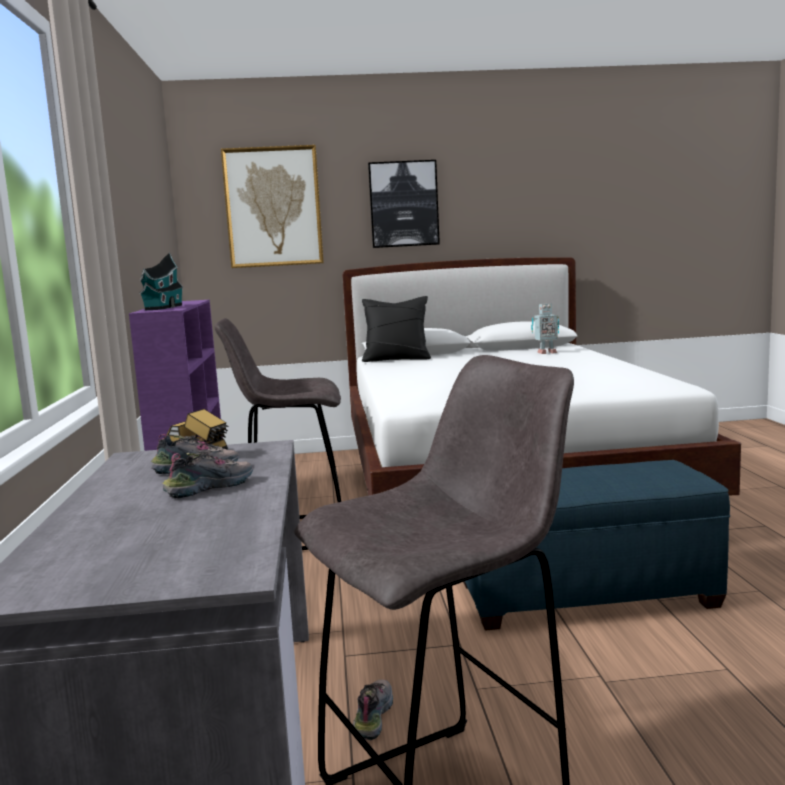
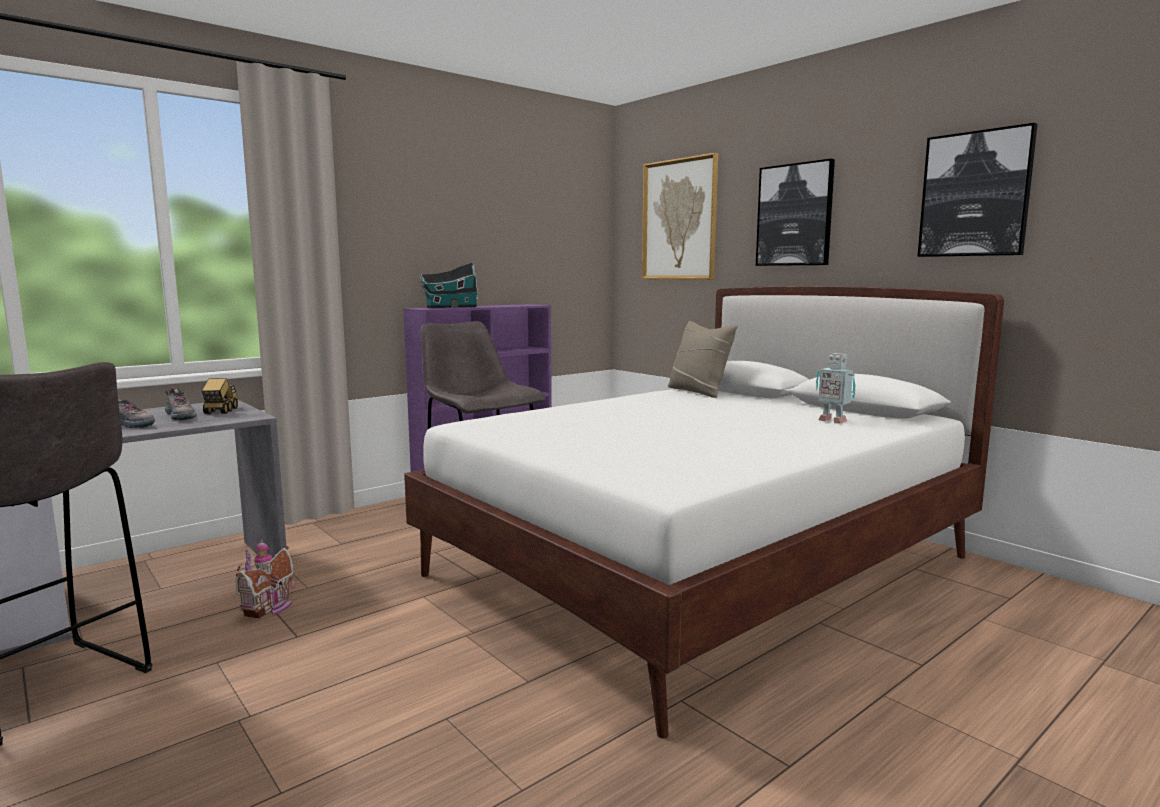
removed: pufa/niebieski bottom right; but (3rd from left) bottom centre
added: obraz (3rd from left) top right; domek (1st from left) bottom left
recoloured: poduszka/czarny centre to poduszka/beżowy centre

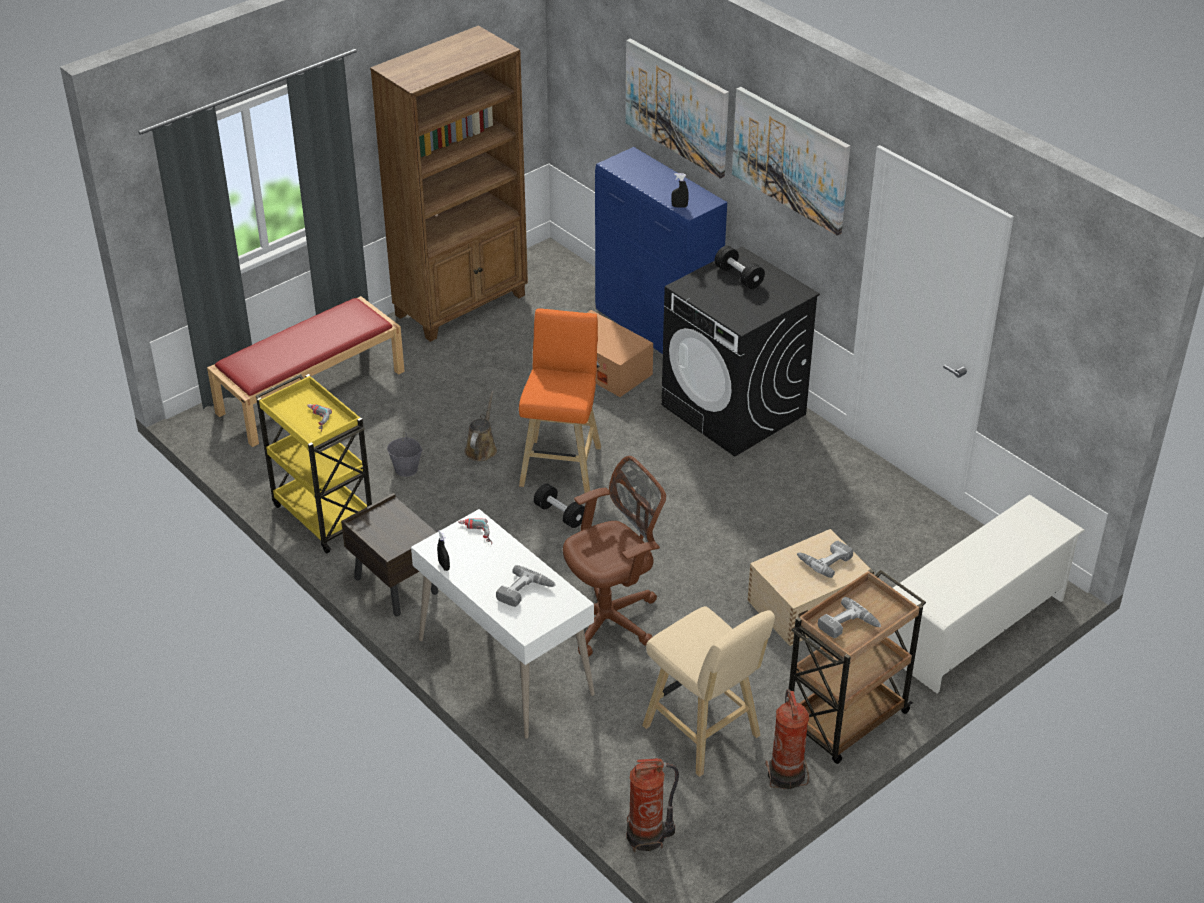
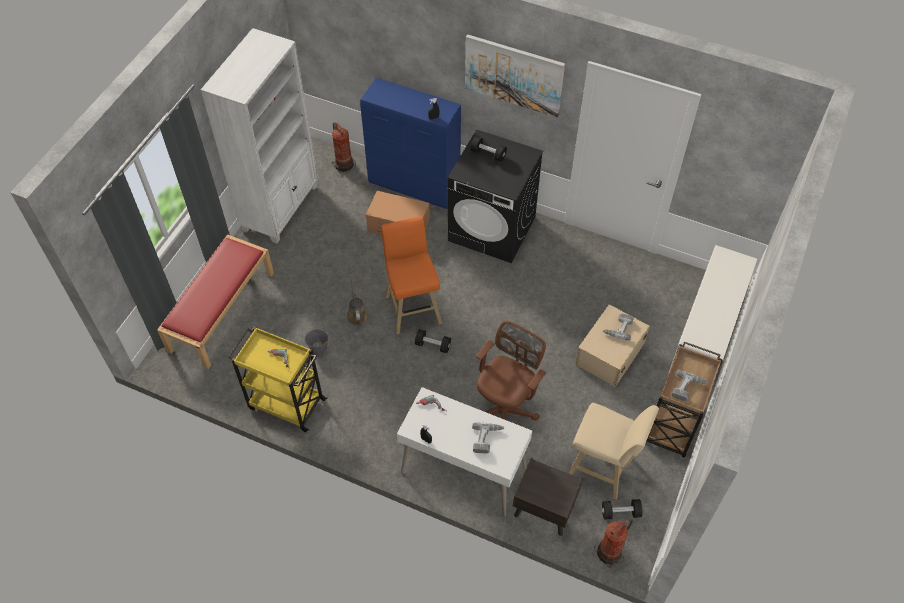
removed: obraz (1st from left) top centre
added: hantel/czarny (3rd from left) bottom right
moved: szafka nocna/brązowy middle left to bottom centre; gaśnica (2nd from left in the first image) bottom centre to gaśnica (1st from left) top centre
recoloured: regał/brązowy top centre to regał/biały top left

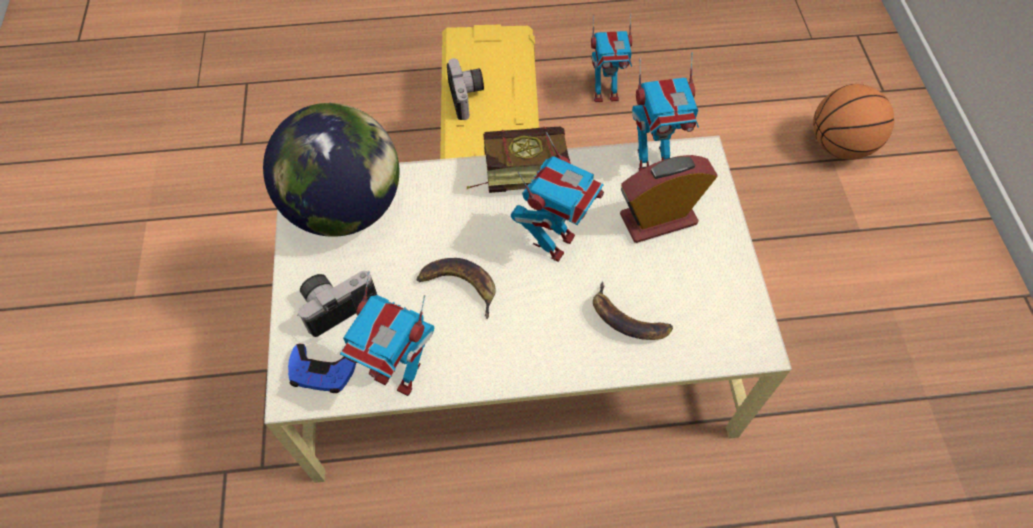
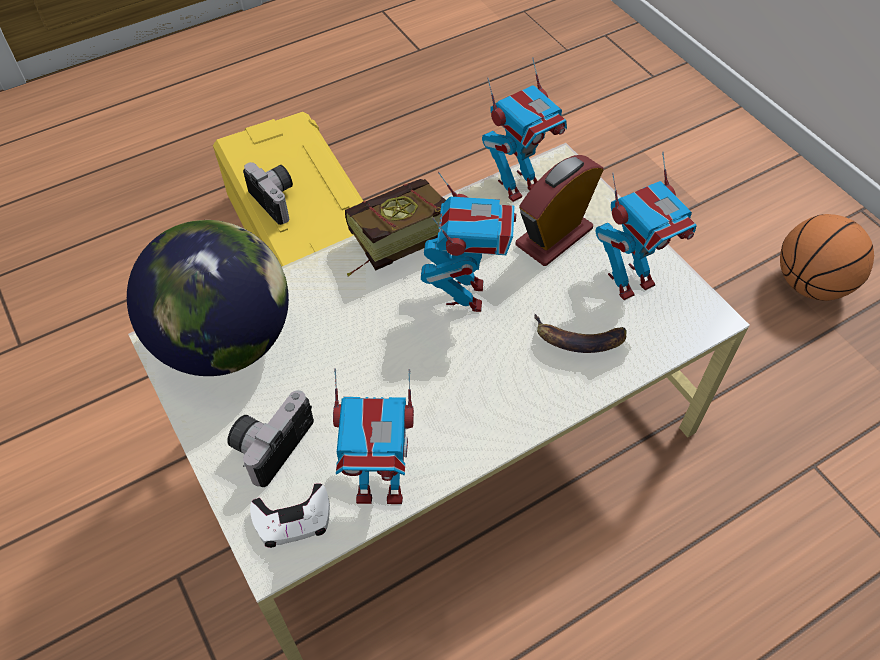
removed: banan (1st from left) centre
moved: robot zabawkowy (3rd from left in the first image) top centre to robot zabawkowy (4th from left) middle right; piłka do koszykówki top right to middle right
recoloured: pad do gier/niebieski bottom left to pad do gier/biały bottom left

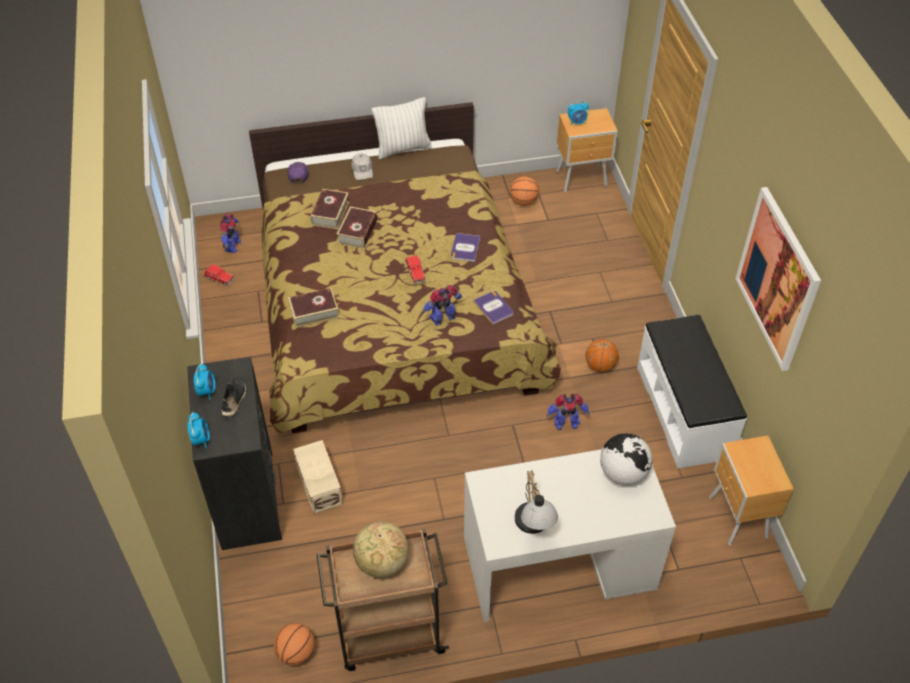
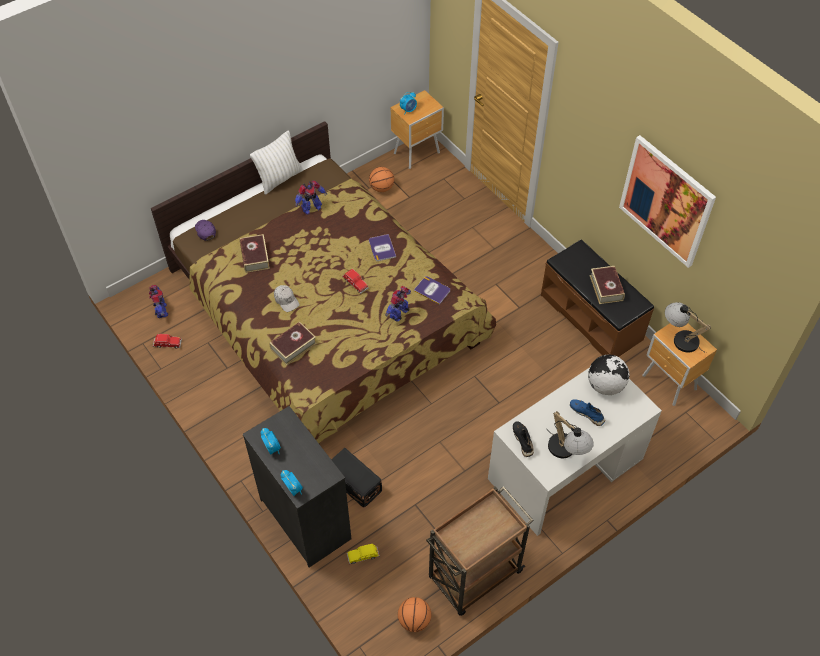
removed: piłka do koszykówki (3rd from left) centre; globus (1st from left) bottom centre
added: lampa stołowa (2nd from left) middle right; but/niebieski middle right; samochodzik/żółty bottom centre
moved: czapka z daszkiem/biały top centre to centre; książka (3rd from left in the first image) top centre to książka (5th from left) middle right; but/czarny middle left to bottom centre; robot zabawkowy (3rd from left in the first image) centre to robot zabawkowy (2nd from left) top centre
recoloured: ławka/biały middle right to ławka/brązowy middle right; pojemnik do przechowywania/beżowy bottom centre to pojemnik do przechowywania/czarny bottom centre

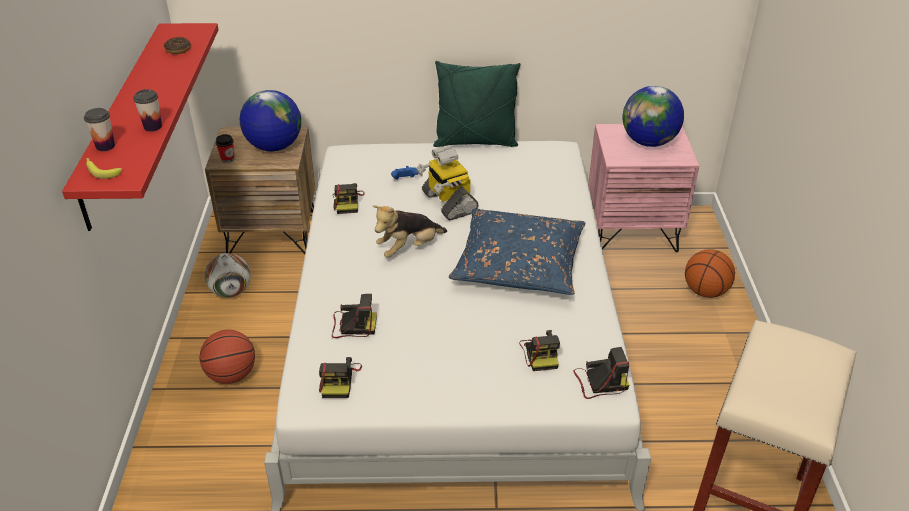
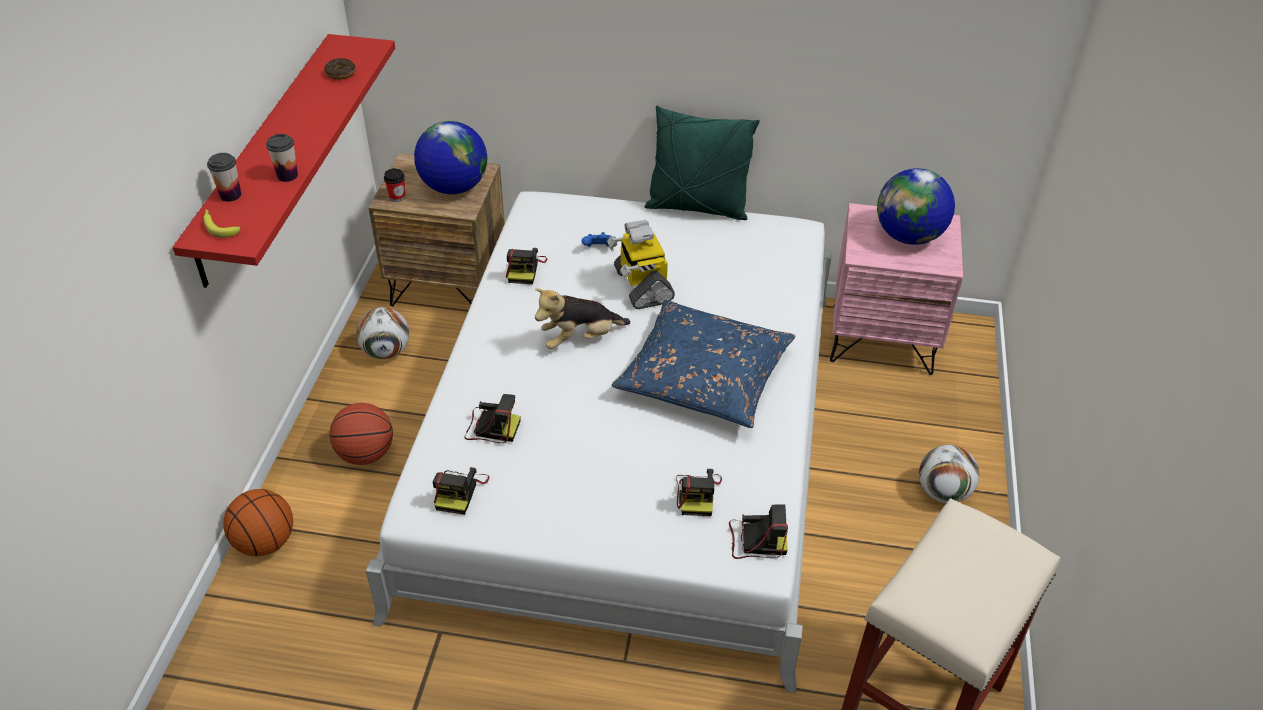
added: piłka futbolowa (2nd from left) bottom right
moved: piłka do koszykówki (2nd from left in the first image) middle right to piłka do koszykówki (1st from left) bottom left

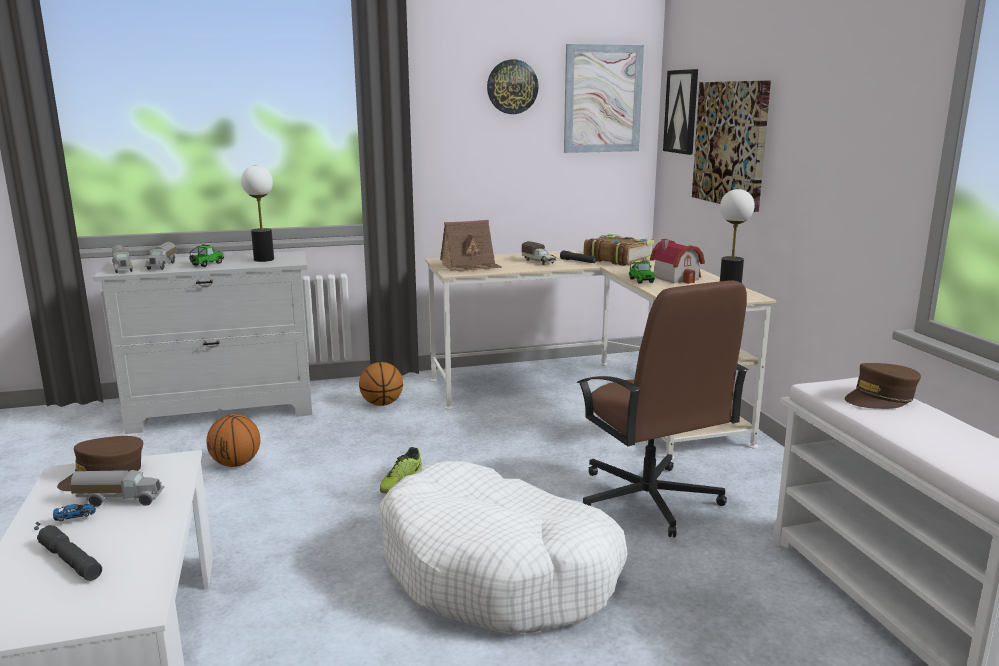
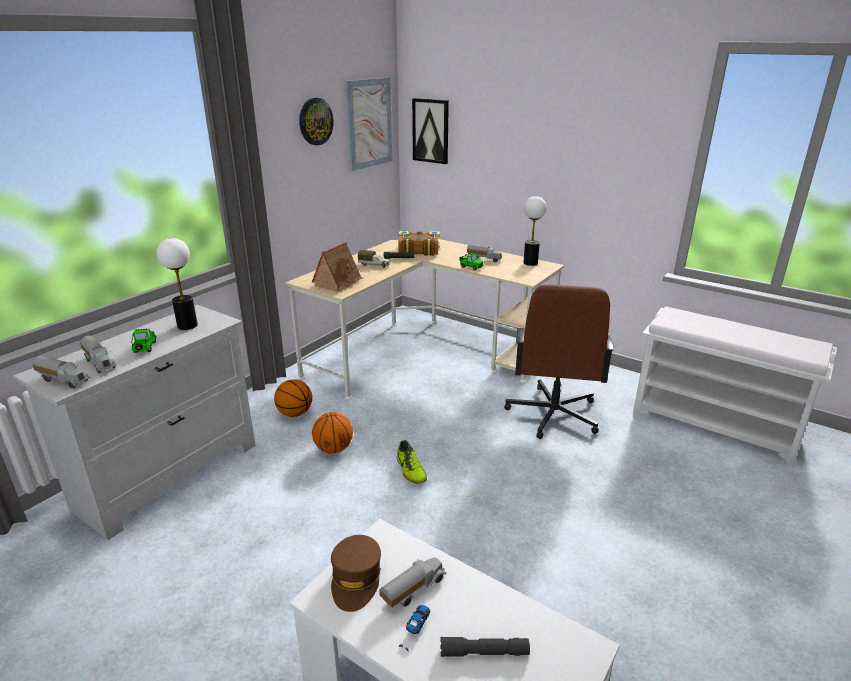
removed: obraz (3rd from left) top right; czapka z daszkiem/brązowy (2nd from left) middle right; legowisko/biały bottom centre
moved: piłka do koszykówki (1st from left in the first image) middle left to piłka do koszykówki (2nd from left) centre
replaced: domek (2nd from left) middle right to ciężarówka zabawkowa (5th from left) centre
turned: krzesło biurowe/brązowy centre = centre 75 degrees clockwise

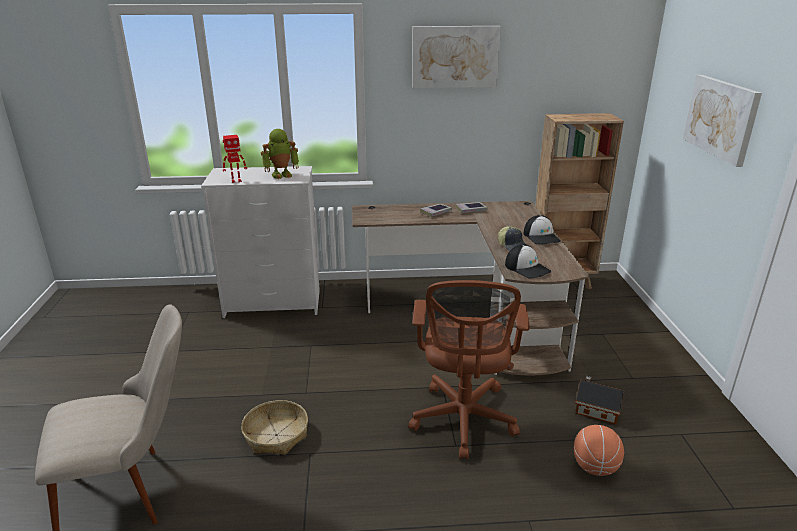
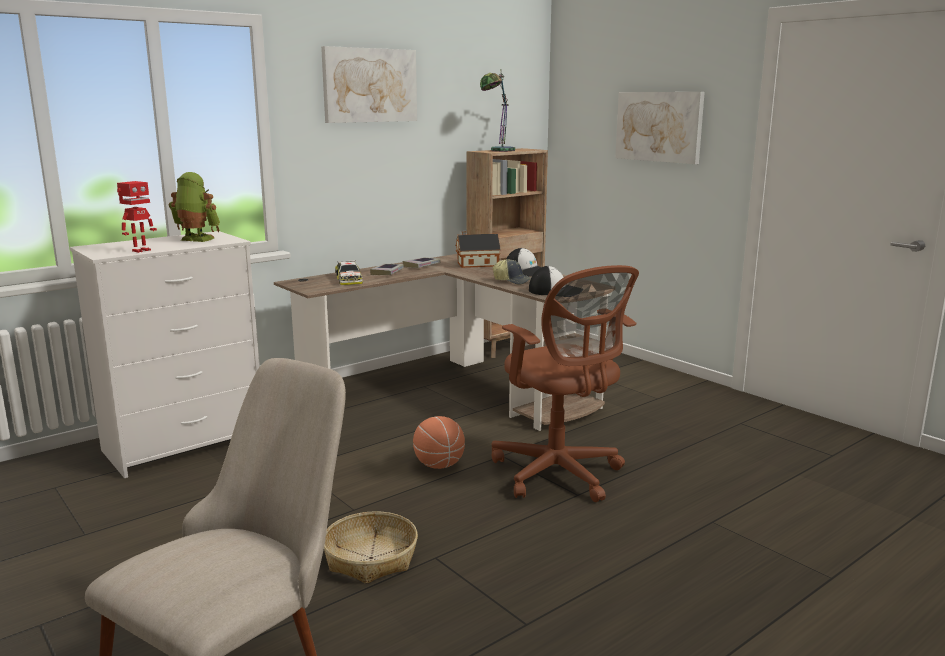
added: lampa stołowa top centre; samochodzik centre
moved: domek bottom right to centre; piłka do koszykówki bottom right to bottom centre
turned: robot zabawkowy (2nd from left) top centre = top left 105 degrees counterclockwise

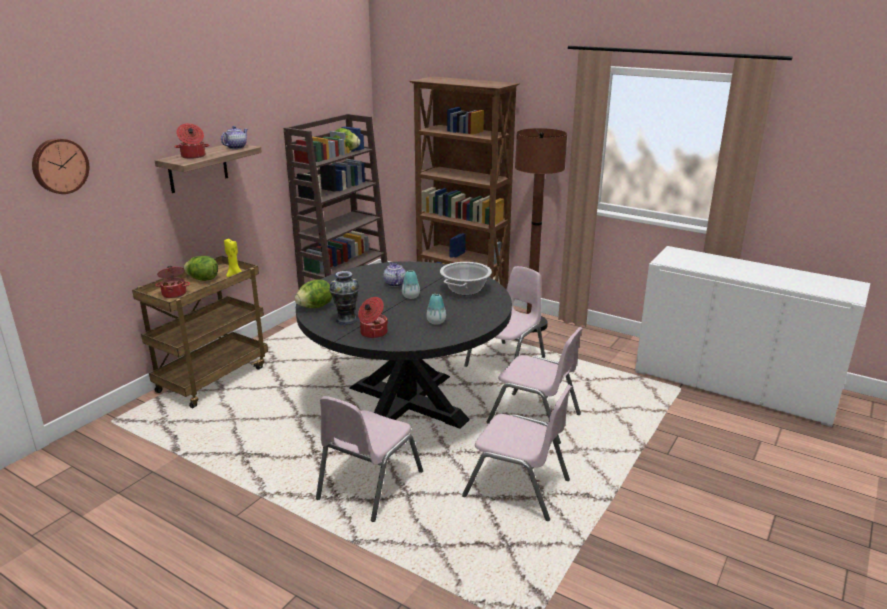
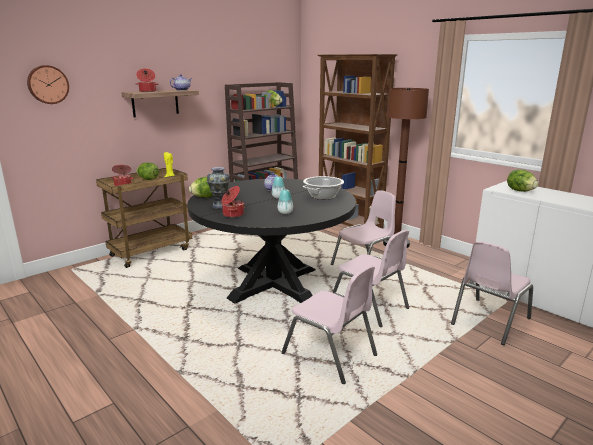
added: sałata (4th from left) middle right
moved: krzesło/różowy (1st from left in the first image) bottom centre to krzesło/różowy (4th from left) middle right

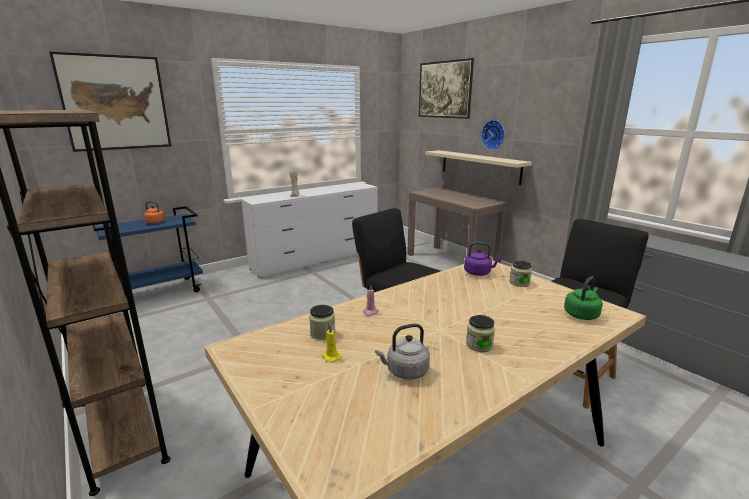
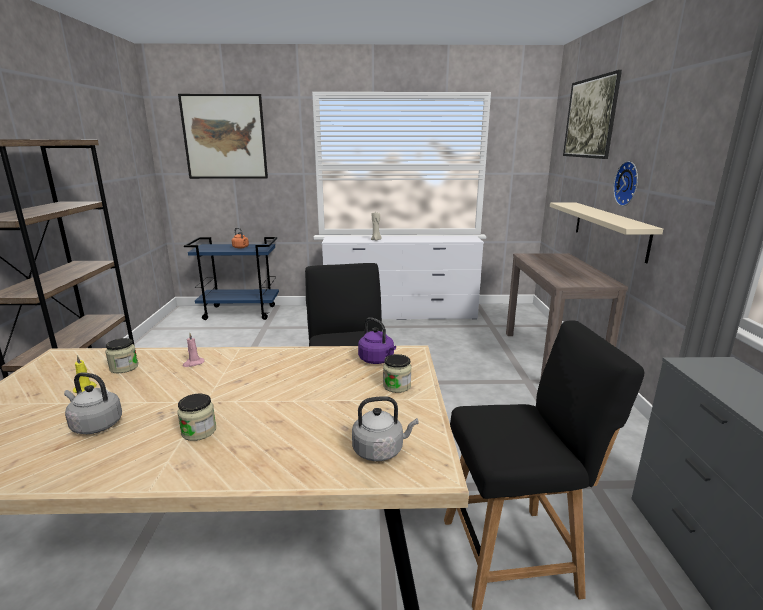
recoloured: czajnik/zielony middle right to czajnik/szary (2nd from left) bottom centre

